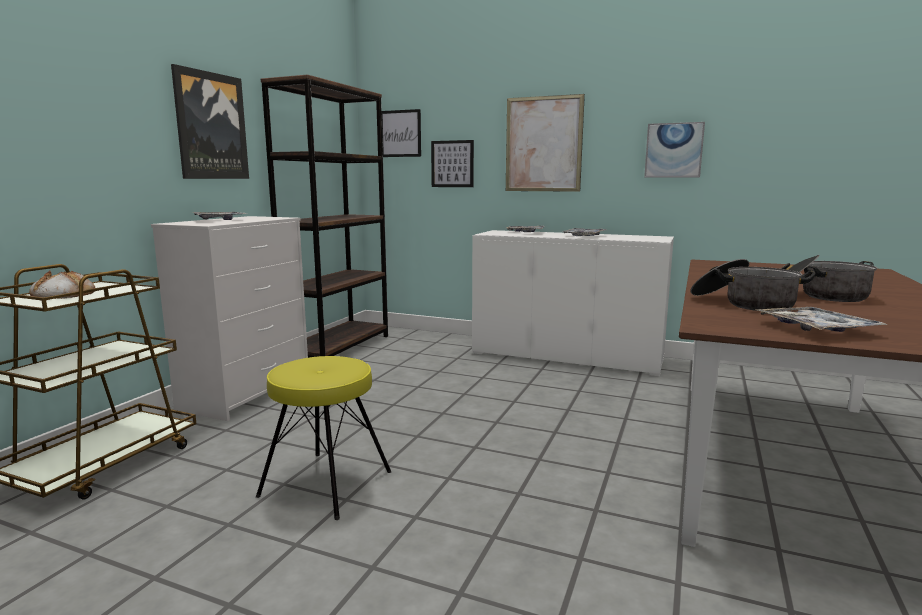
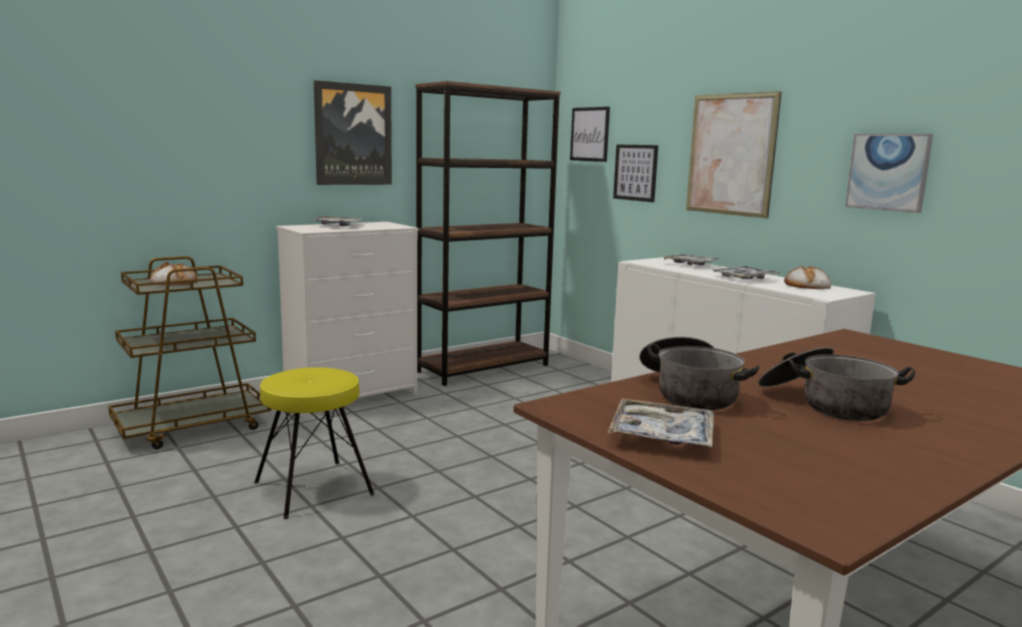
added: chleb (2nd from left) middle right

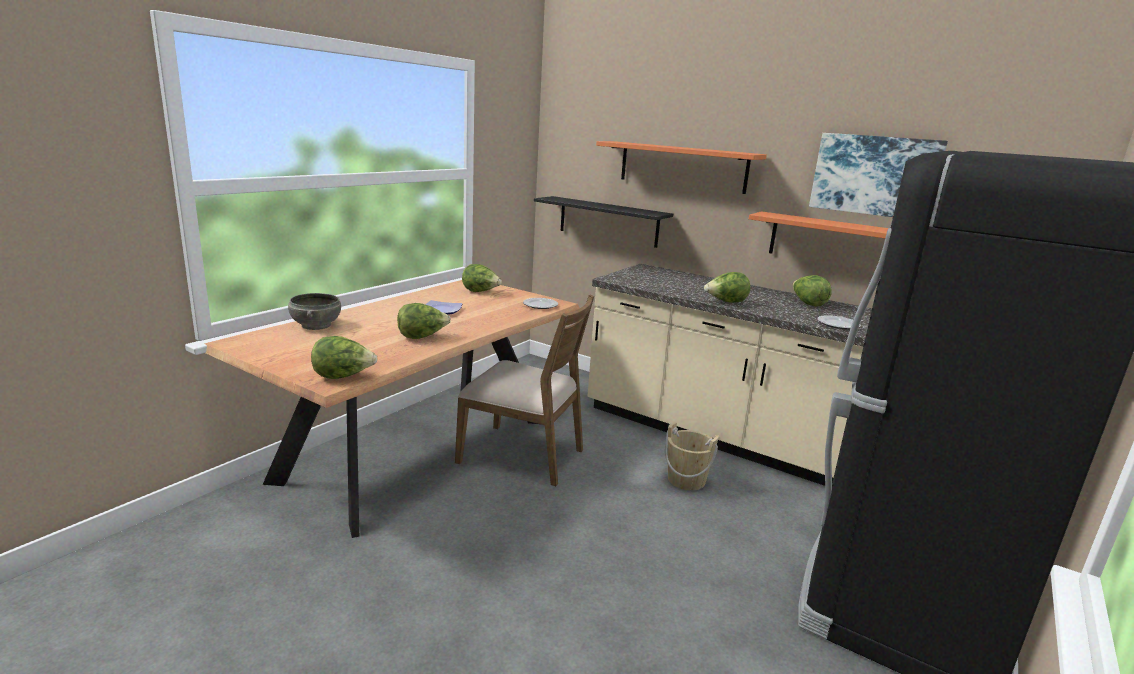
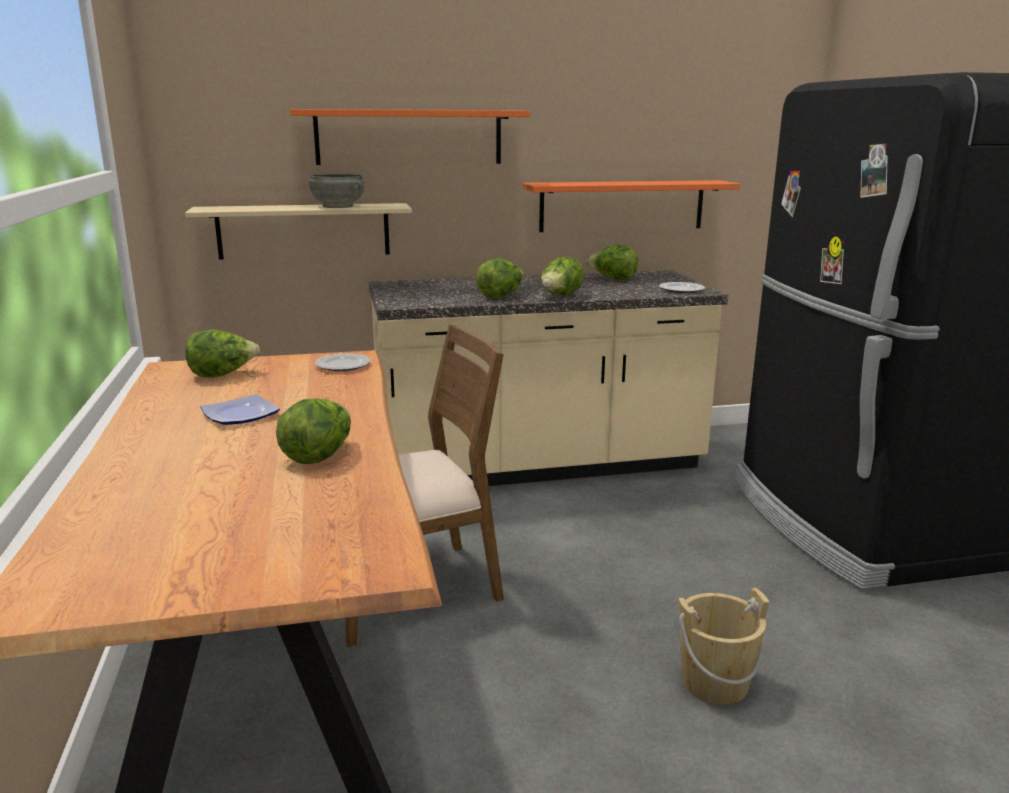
removed: obraz top right
moved: miska/szary middle left to top left; sałata (1st from left in the first image) middle left to sałata (3rd from left) centre; wiadro/beżowy bottom centre to bottom right
recoloured: półka/czarny top centre to półka/beżowy top left

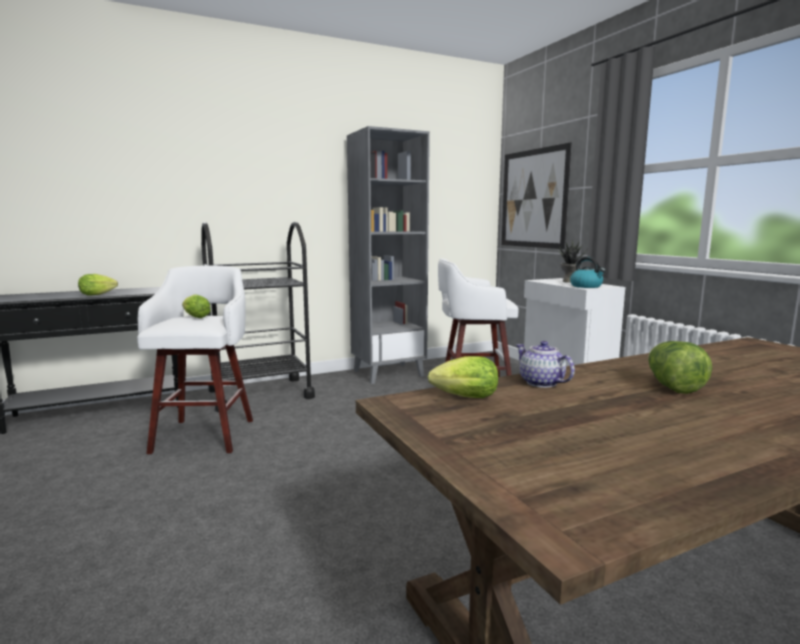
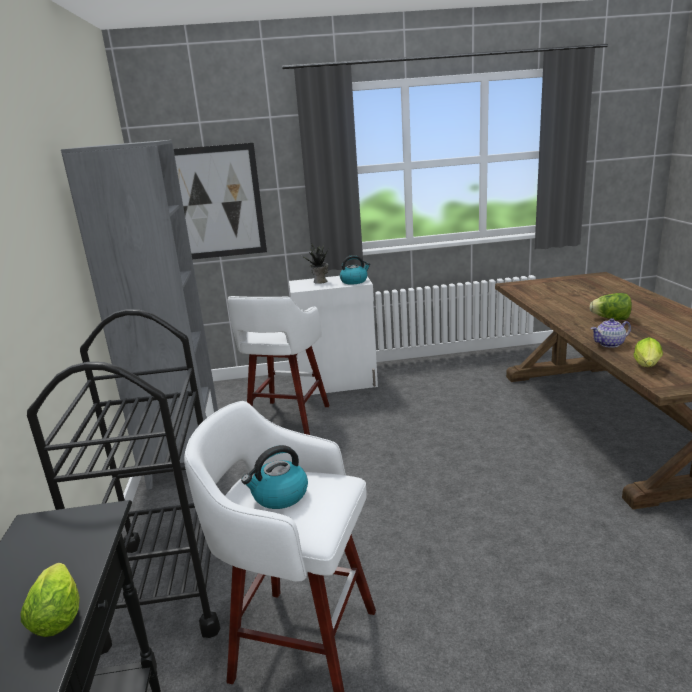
replaced: sałata (2nd from left) middle left to czajnik (1st from left) bottom centre

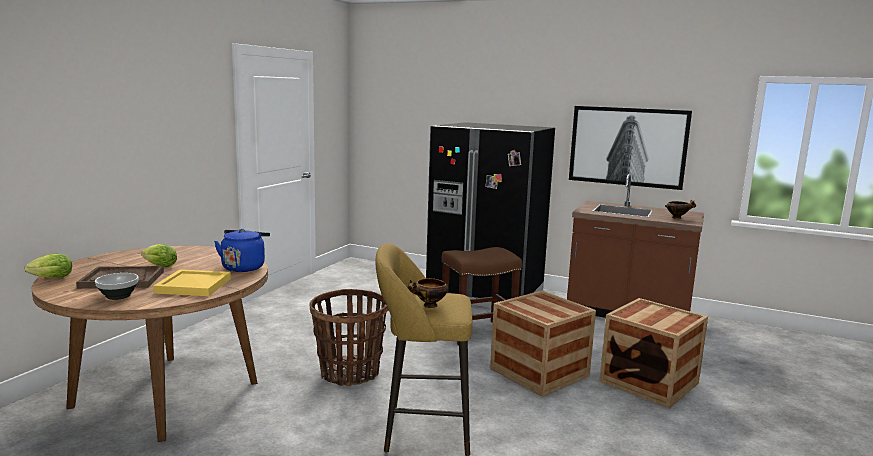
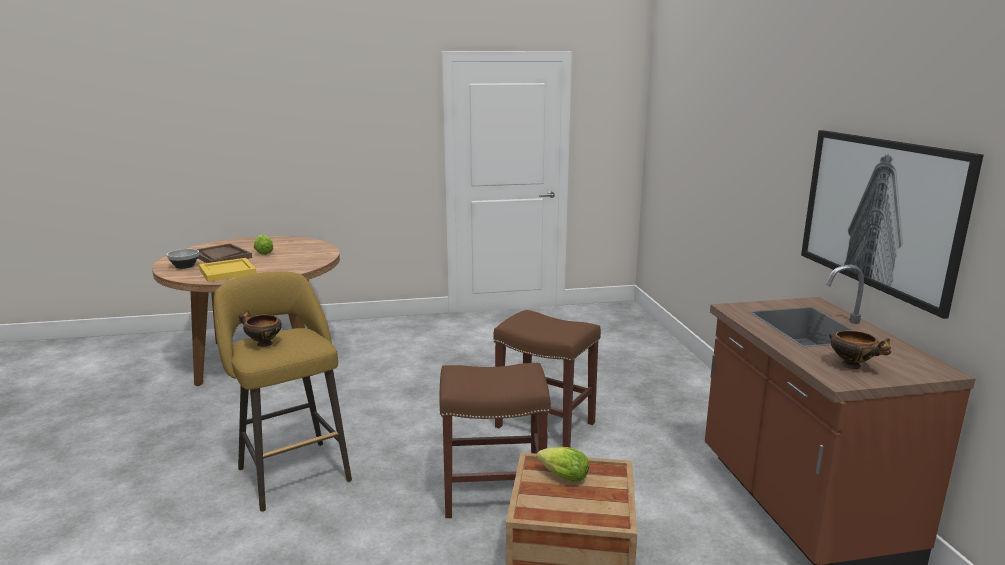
removed: lodówka/czarny centre; czajnik/niebieski middle left; koszyk bottom centre
moved: sałata (1st from left in the first image) middle left to sałata (2nd from left) bottom centre
replaced: skrzynka (1st from left) bottom centre to stołek/brązowy (1st from left) bottom centre

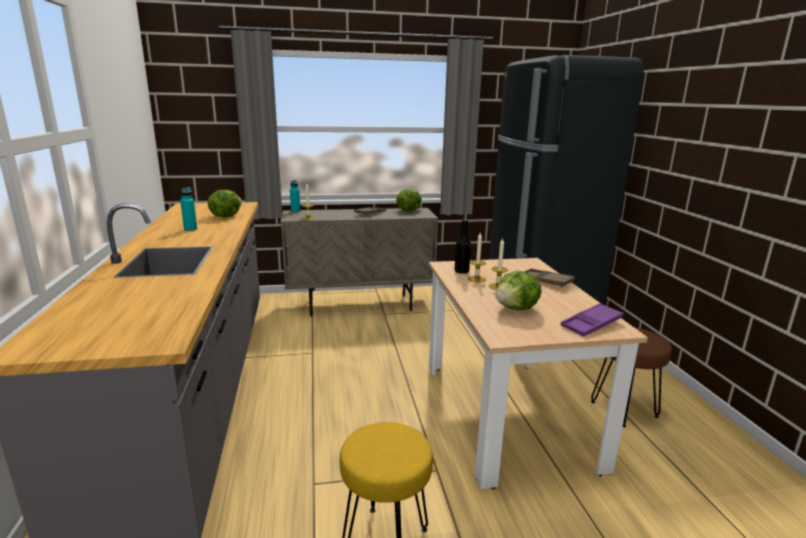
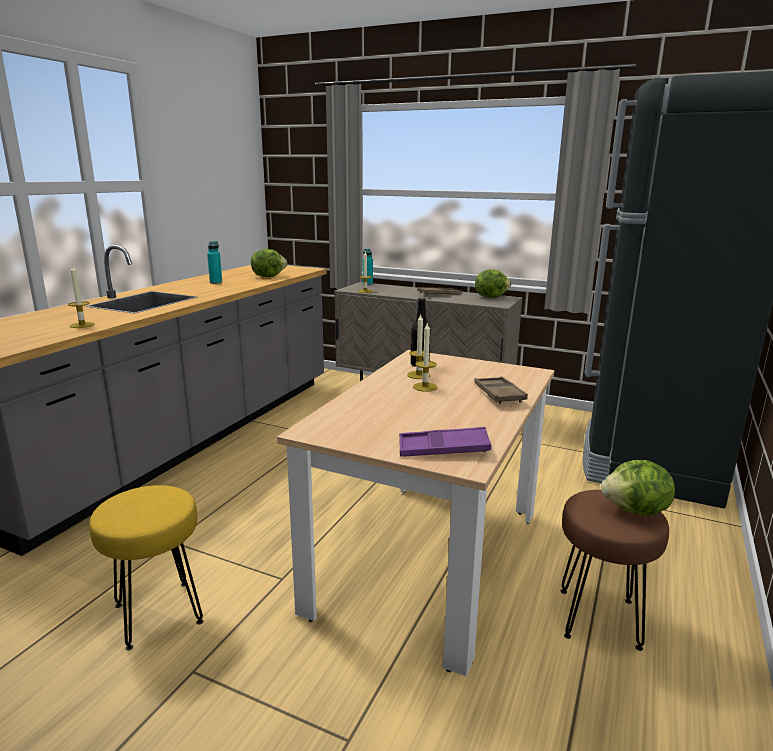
added: świeca (1st from left) middle left
moved: sałata (3rd from left) centre to middle right

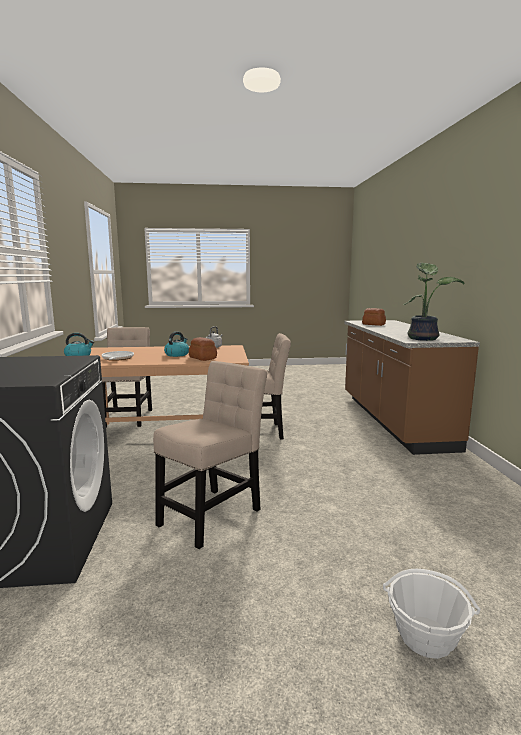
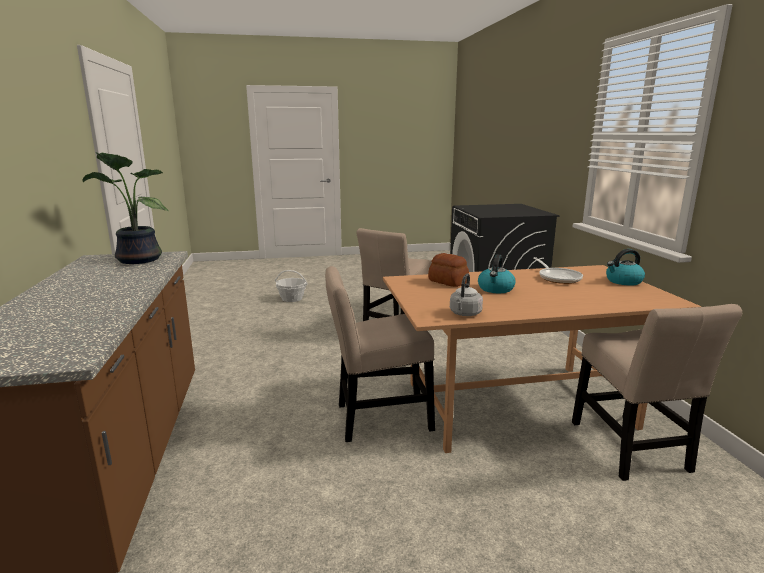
removed: chleb (2nd from left) middle right

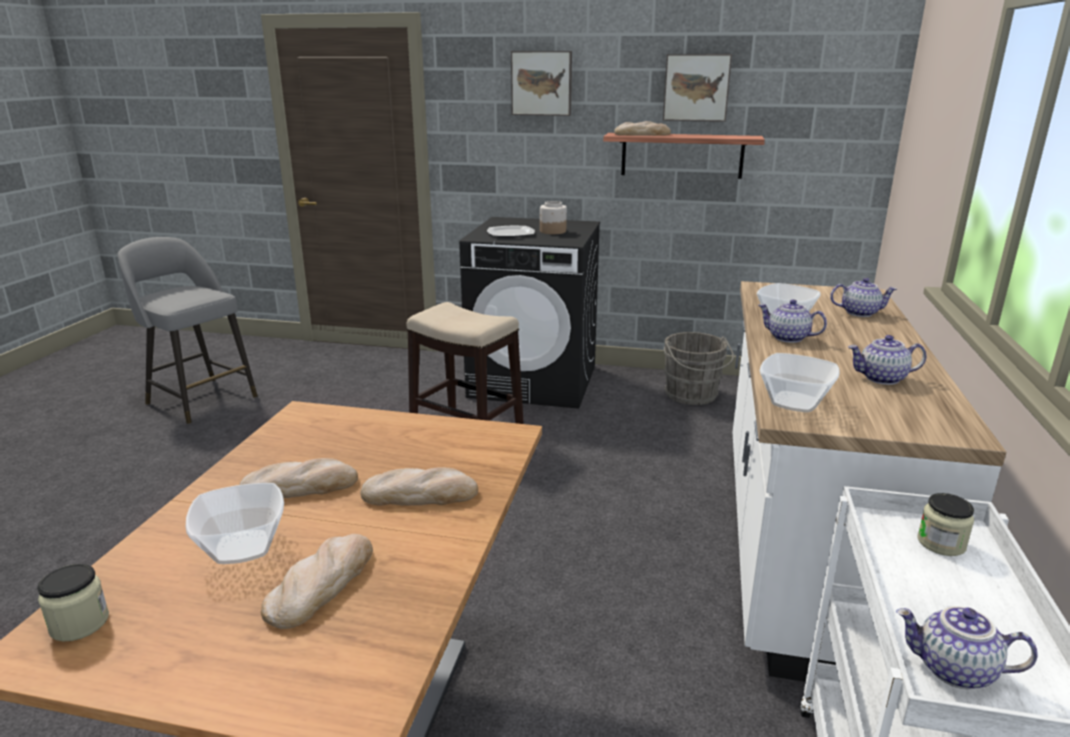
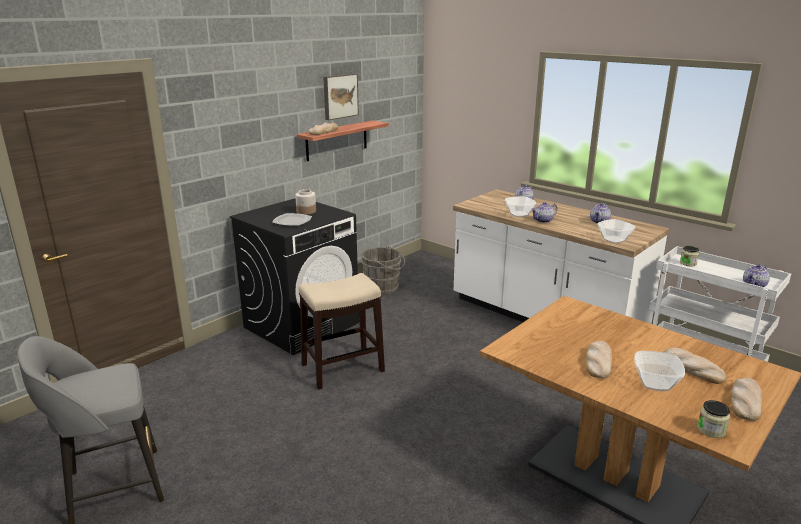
removed: obraz (1st from left) top centre
moved: chleb (3rd from left in the first image) centre to chleb (4th from left) bottom right

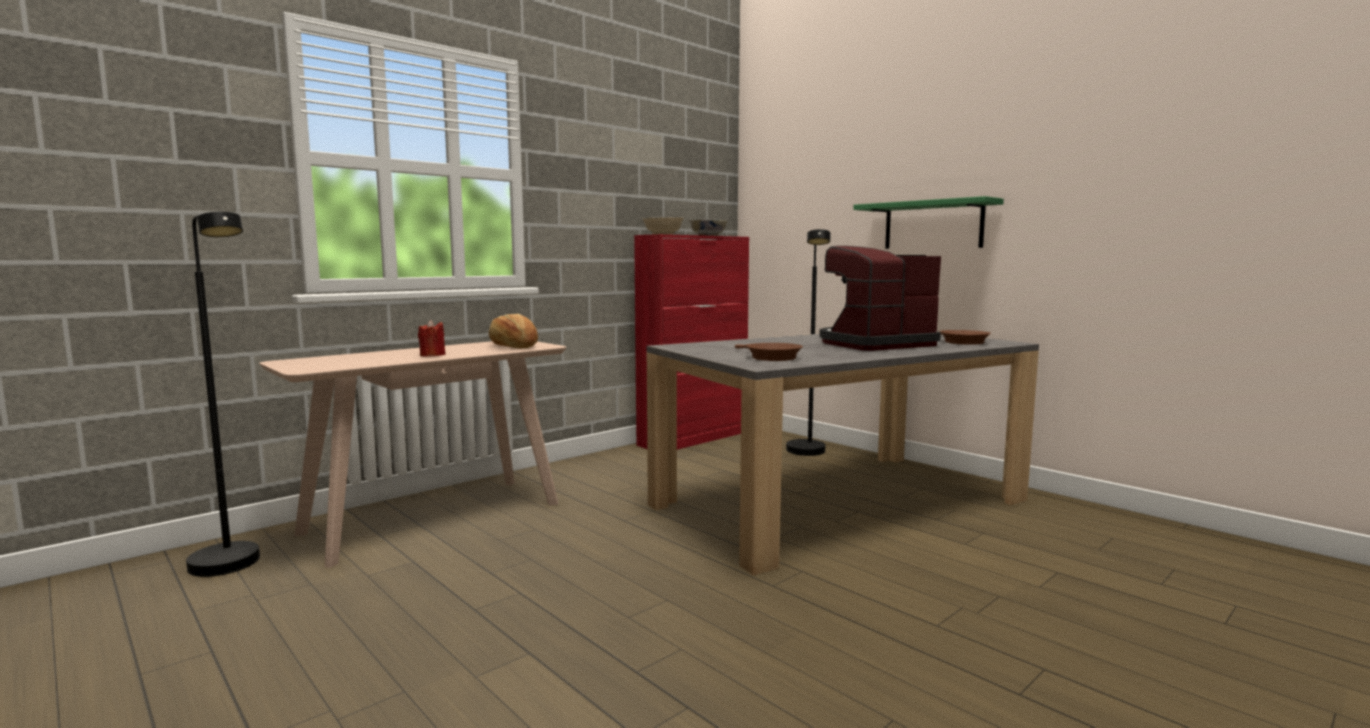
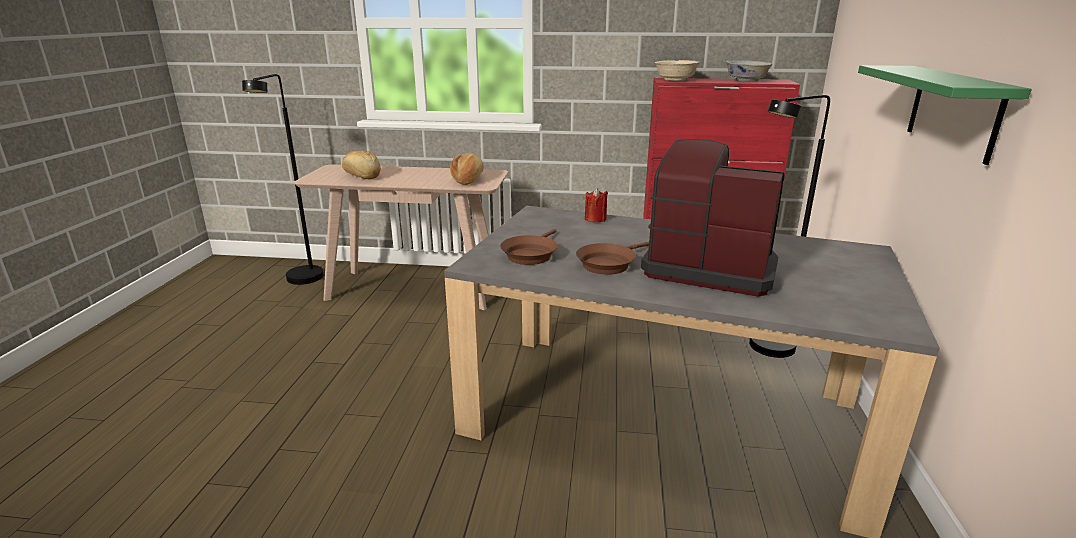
added: chleb (1st from left) top centre
moved: świeca/czerwony middle left to centre; patelnia/brązowy (2nd from left) middle right to centre

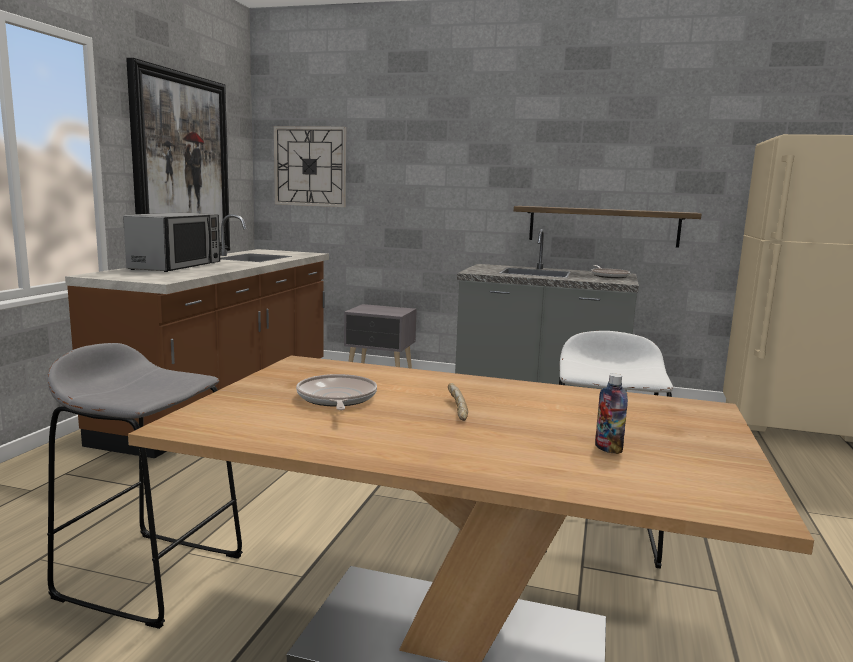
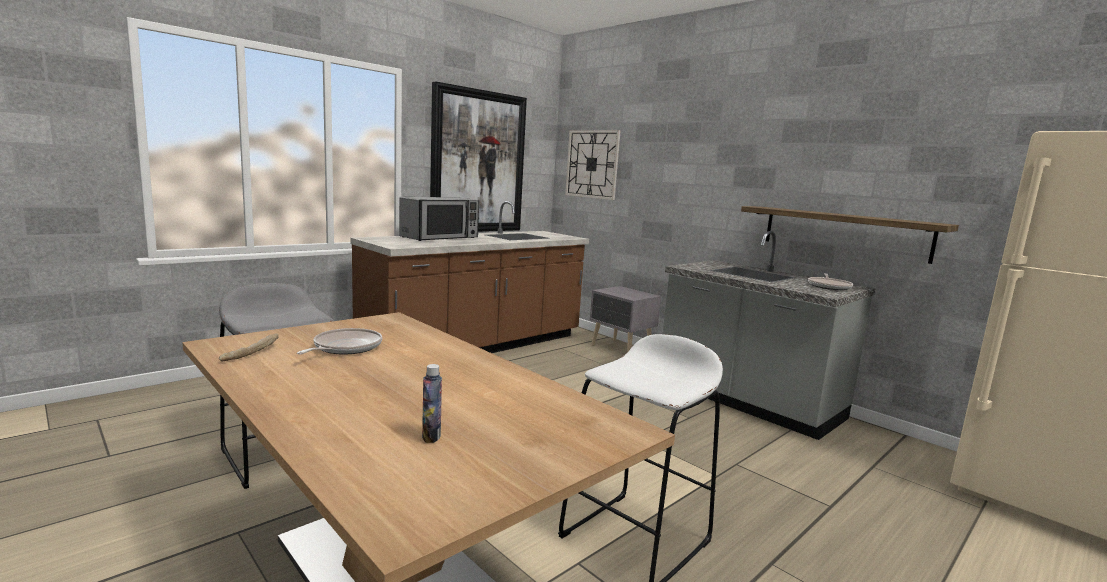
moved: chleb centre to middle left

